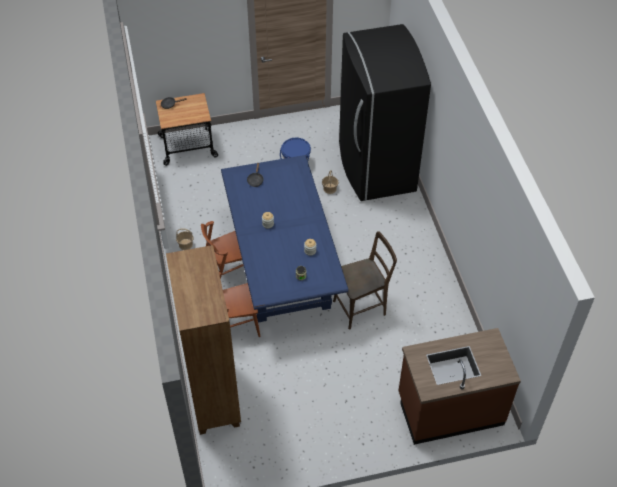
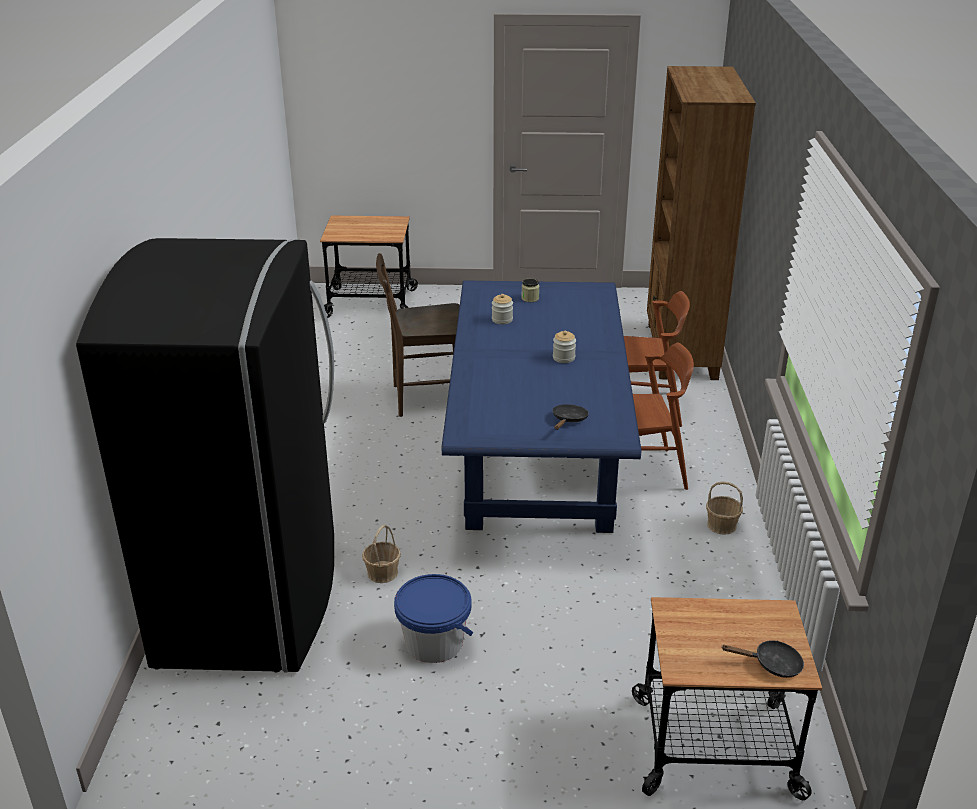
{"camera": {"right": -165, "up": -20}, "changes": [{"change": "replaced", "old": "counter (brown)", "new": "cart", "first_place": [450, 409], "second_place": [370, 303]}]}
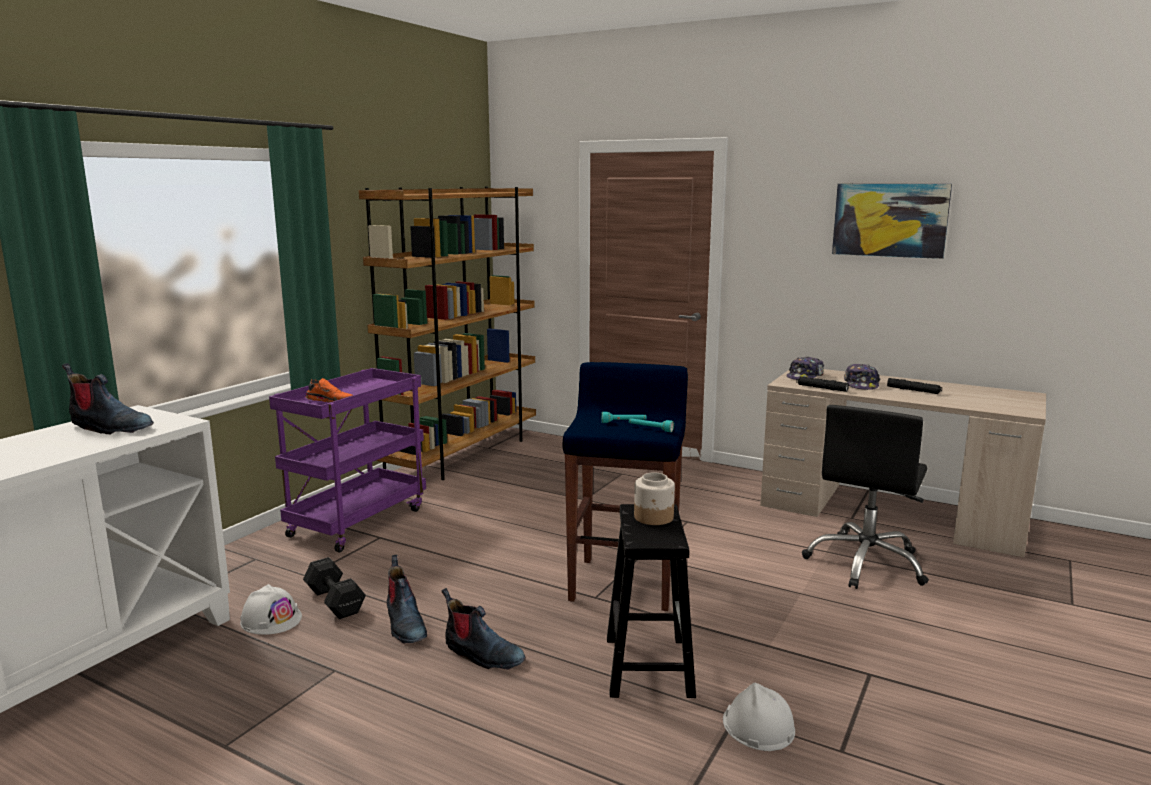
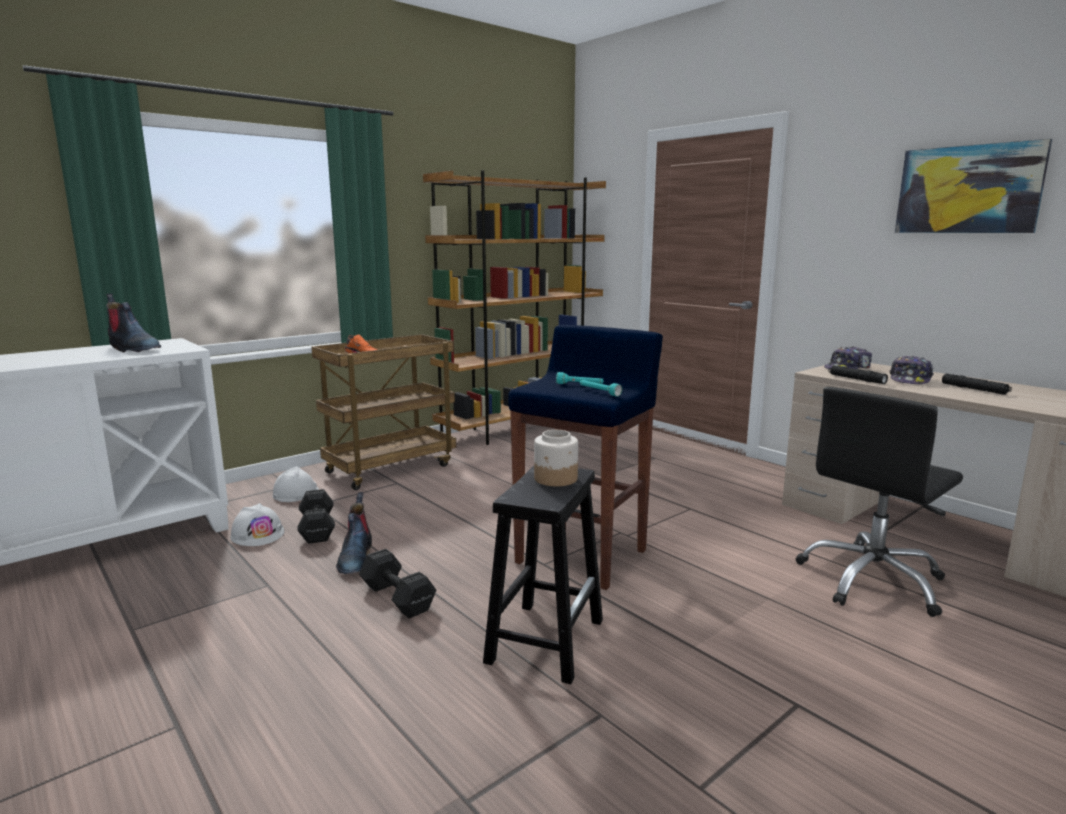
{"camera": {"right": 20, "up": 0}, "changes": [{"change": "recoloured", "old": "cart (purple)", "new": "cart (brown)", "first_place": [358, 521], "second_place": [391, 468]}, {"change": "replaced", "old": "boot", "new": "dumbbell (black)", "first_place": [482, 655], "second_place": [397, 597]}, {"change": "moved", "old": "hard hat (white)", "first_place": [758, 726], "second_place": [295, 493]}]}
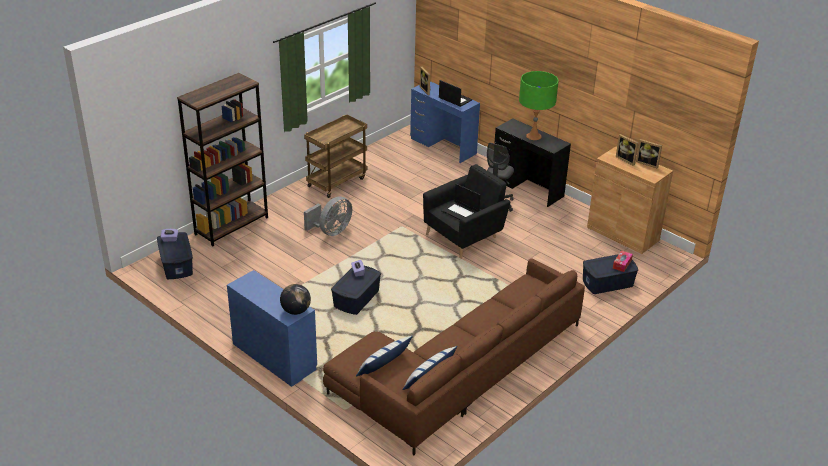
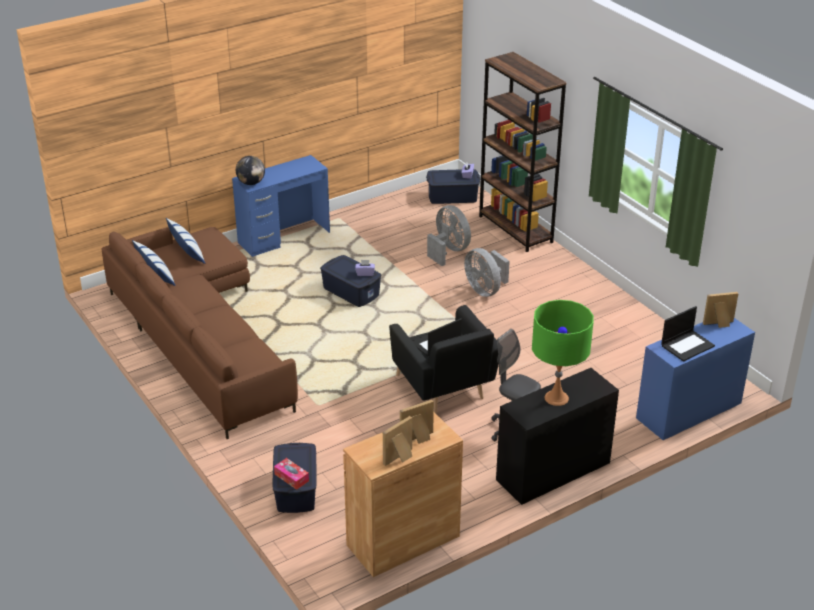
{"camera": {"right": 105, "up": 0}, "changes": [{"change": "removed", "old": "cart (brown)", "first_place": [337, 182]}, {"change": "added", "new": "fan (grey)", "second_place": [448, 251]}]}
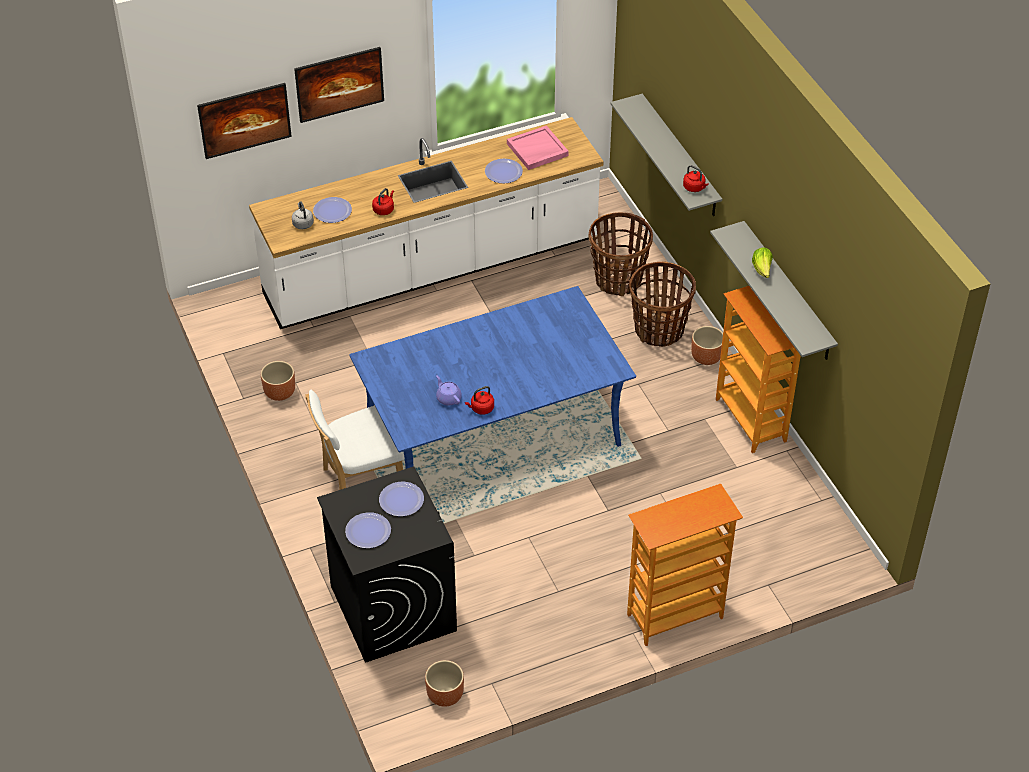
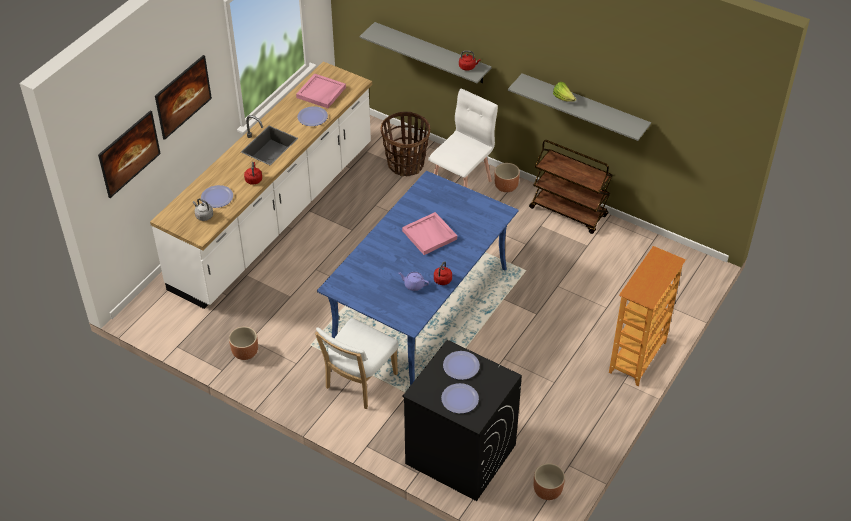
{"camera": {"right": -35, "up": 0}, "changes": [{"change": "replaced", "old": "basket", "new": "chair (white)", "first_place": [659, 330], "second_place": [461, 184]}, {"change": "replaced", "old": "bookcase", "new": "cart (brown)", "first_place": [751, 420], "second_place": [569, 212]}, {"change": "added", "new": "tray (pink)", "second_place": [430, 235]}]}
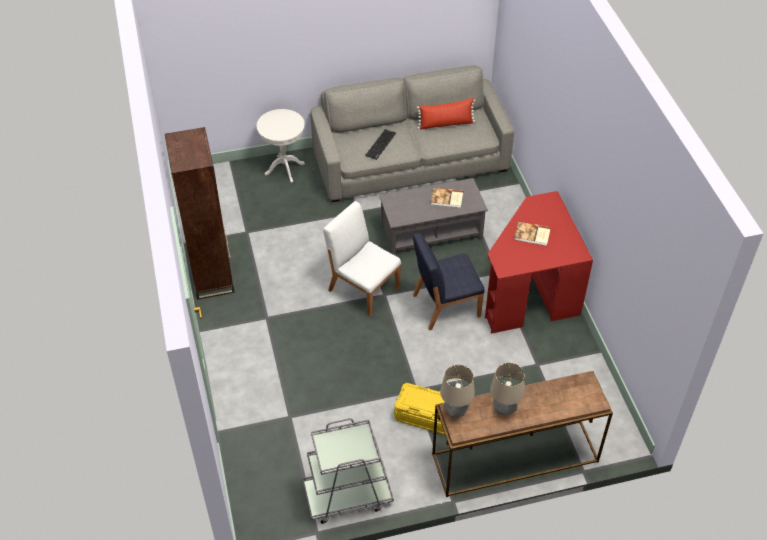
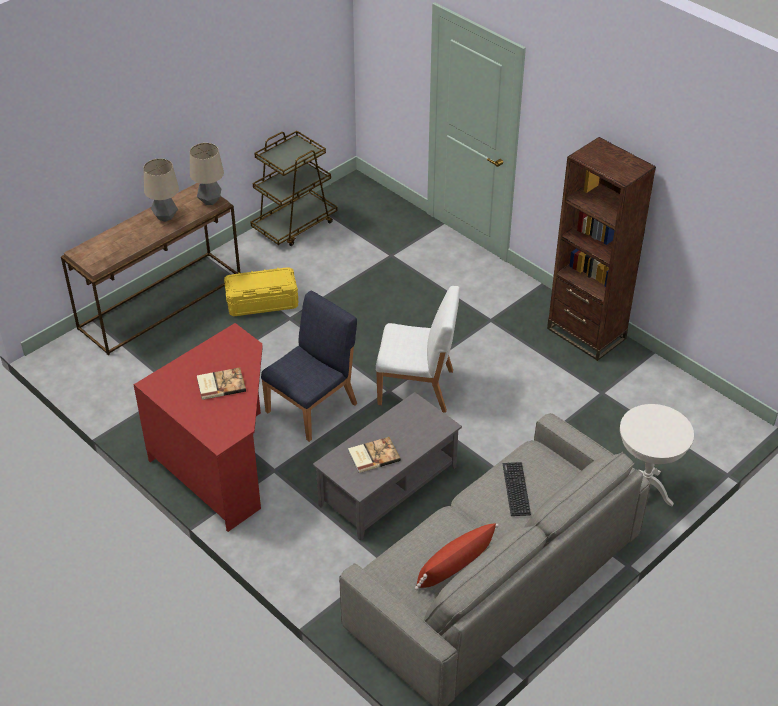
{"camera": {"right": 150, "up": -5}, "changes": [{"change": "recoloured", "old": "cart (grey)", "new": "cart (brown)", "first_place": [347, 496], "second_place": [295, 225]}]}
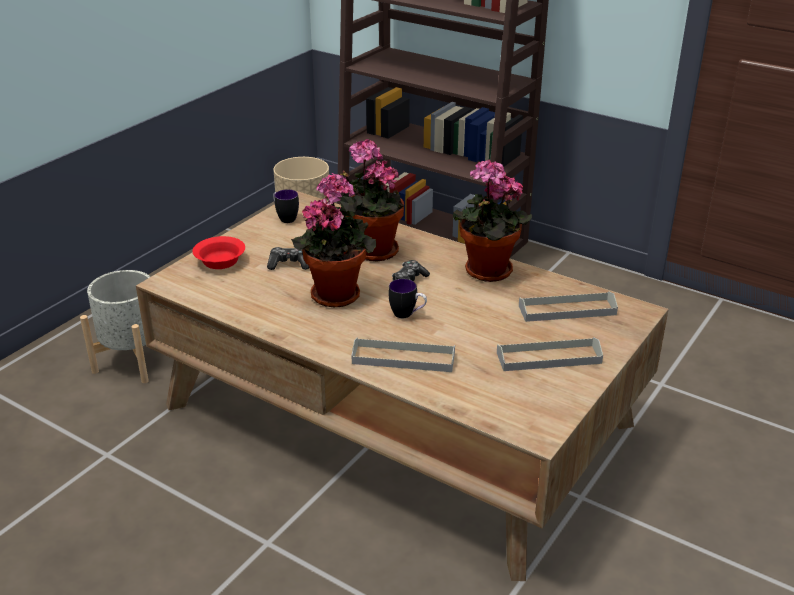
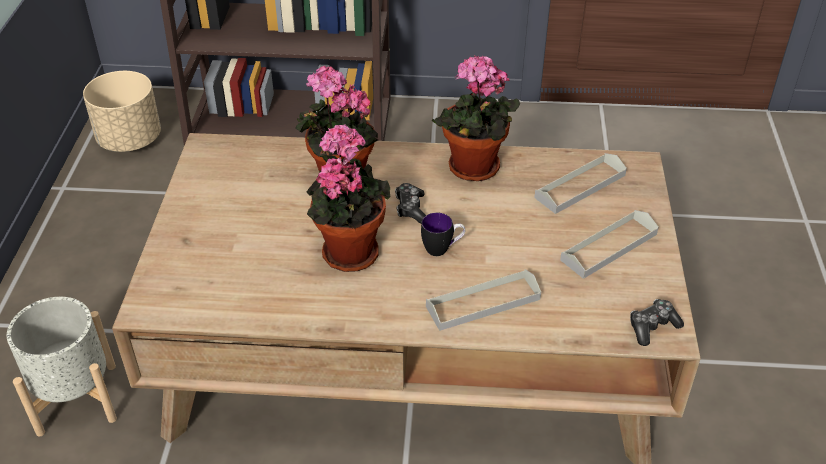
{"camera": {"right": -30, "up": 10}, "changes": [{"change": "removed", "old": "mug", "first_place": [285, 218]}, {"change": "removed", "old": "bowl (red)", "first_place": [219, 261]}, {"change": "moved", "old": "game controller", "first_place": [289, 264], "second_place": [652, 327]}]}
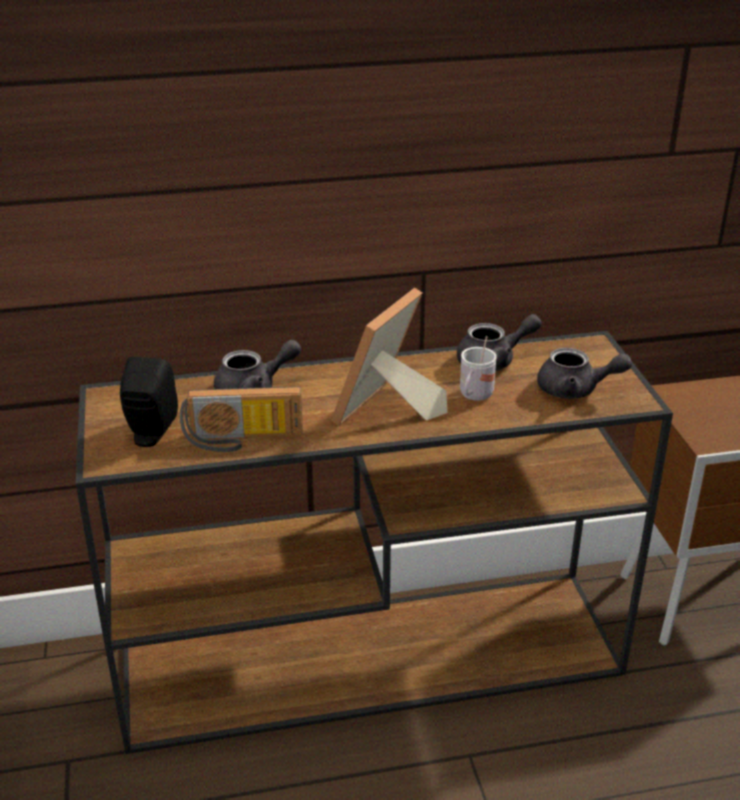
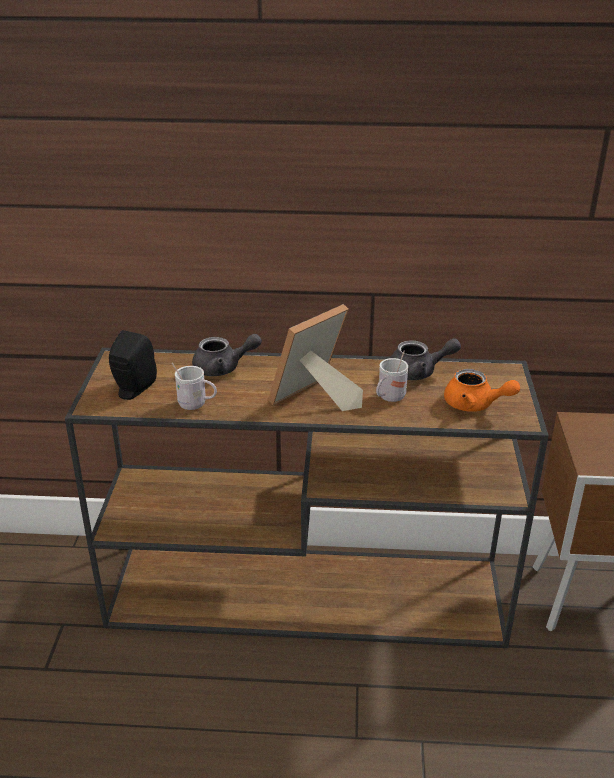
{"camera": {"right": 15, "up": 0}, "changes": [{"change": "recoloured", "old": "teapot (grey)", "new": "teapot (orange)", "first_place": [575, 390], "second_place": [474, 405]}, {"change": "replaced", "old": "radio", "new": "mug (white)", "first_place": [242, 440], "second_place": [196, 405]}]}
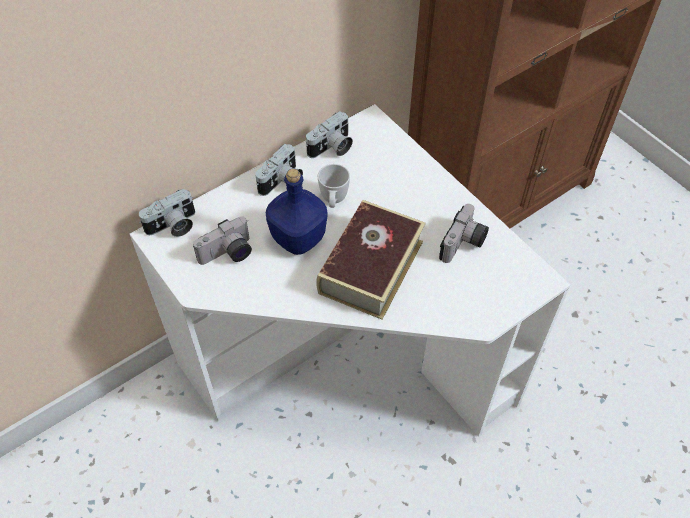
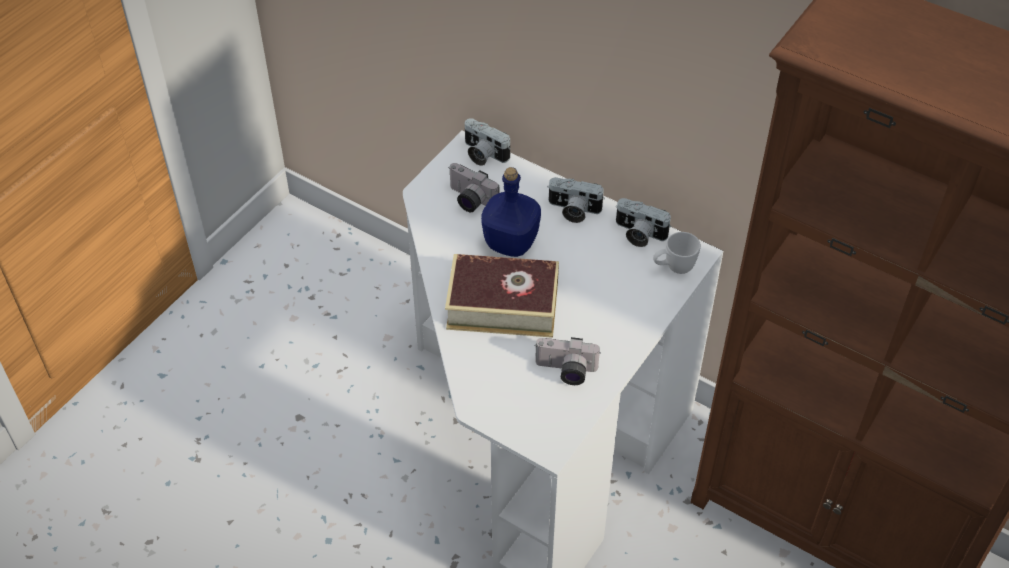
{"camera": {"right": 70, "up": -5}, "changes": [{"change": "moved", "old": "mug (white)", "first_place": [333, 201], "second_place": [673, 268]}]}
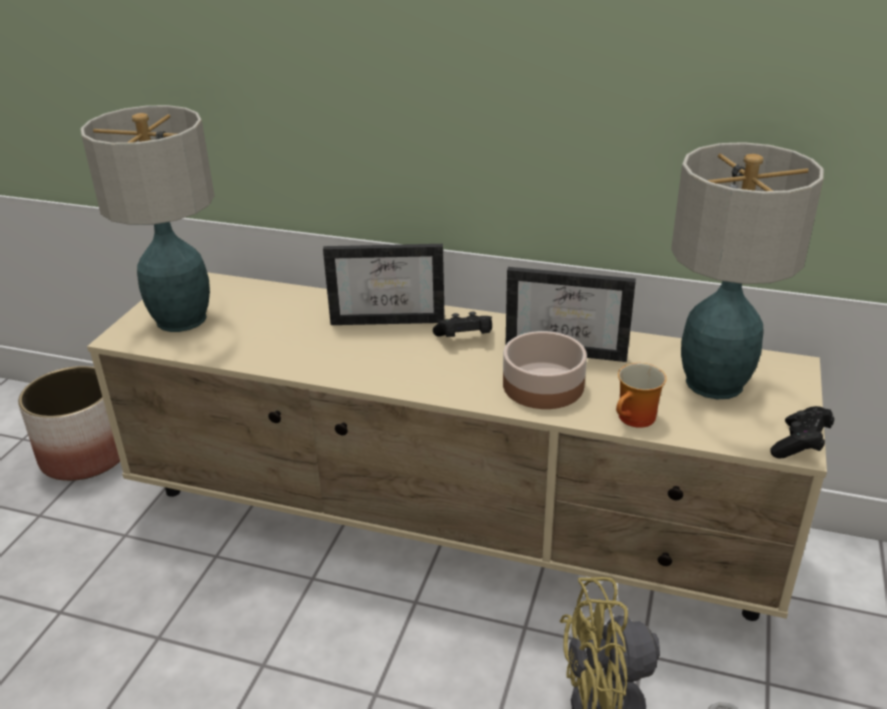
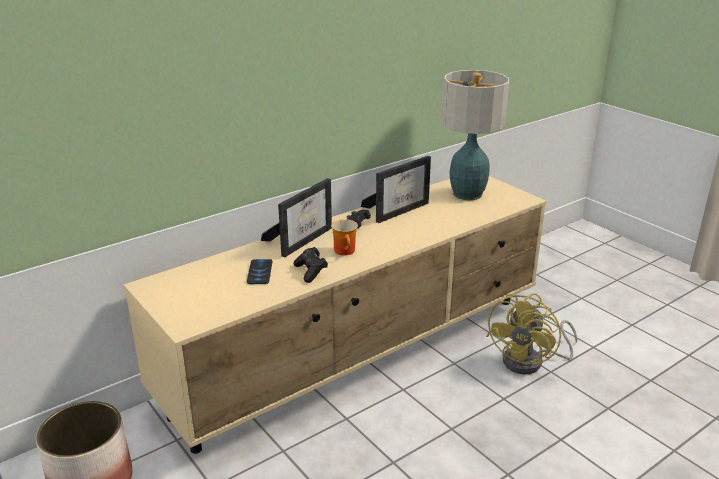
{"camera": {"right": -55, "up": -5}, "changes": [{"change": "removed", "old": "table lamp", "first_place": [183, 319]}, {"change": "removed", "old": "bowl", "first_place": [544, 385]}, {"change": "moved", "old": "mug", "first_place": [637, 420], "second_place": [346, 251]}, {"change": "moved", "old": "game controller (black)", "first_place": [800, 445], "second_place": [311, 272]}, {"change": "added", "new": "phone", "second_place": [259, 272]}]}
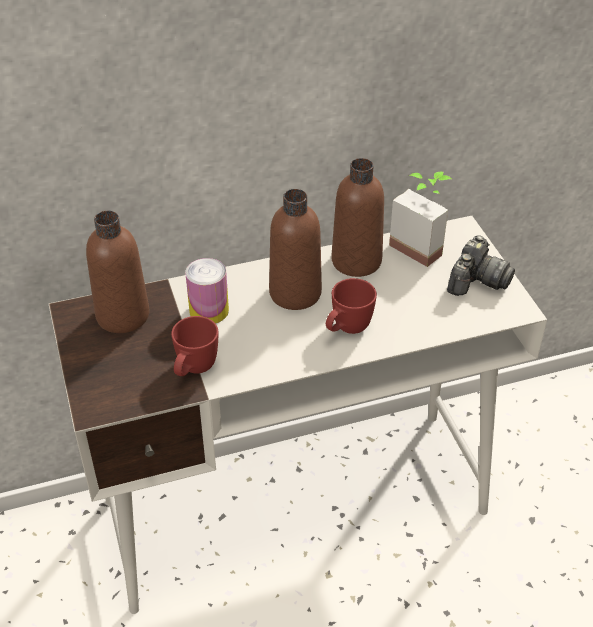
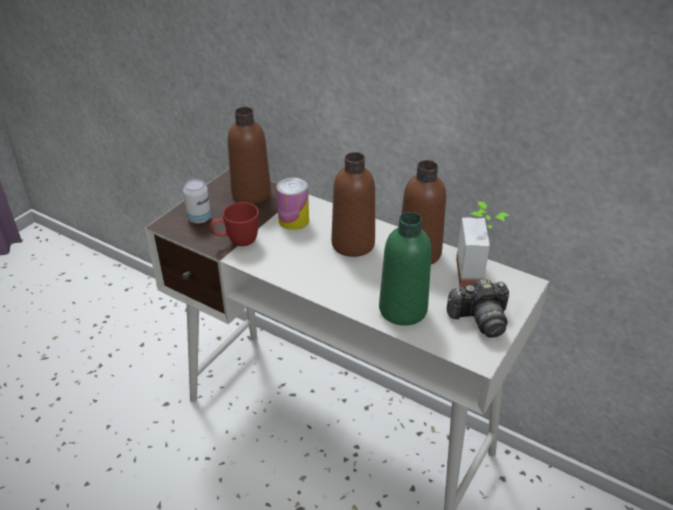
{"camera": {"right": 50, "up": -5}, "changes": [{"change": "removed", "old": "mug (red)", "first_place": [347, 330]}, {"change": "added", "new": "can", "second_place": [199, 218]}, {"change": "added", "new": "bottle (green)", "second_place": [403, 309]}]}
